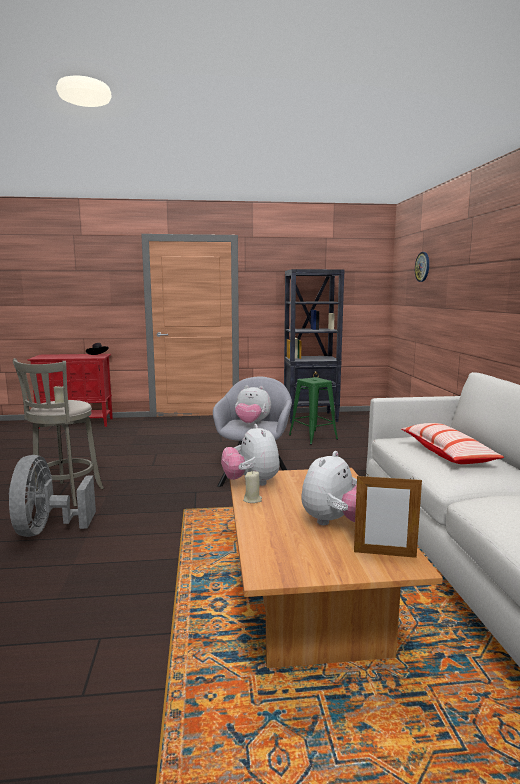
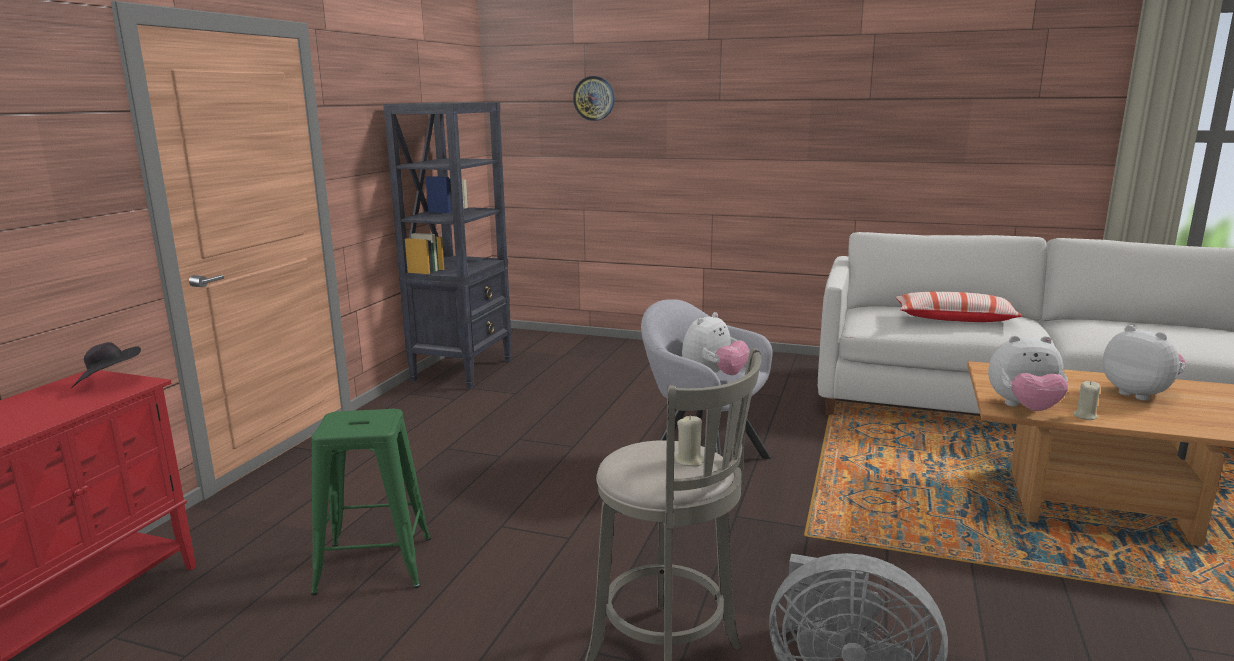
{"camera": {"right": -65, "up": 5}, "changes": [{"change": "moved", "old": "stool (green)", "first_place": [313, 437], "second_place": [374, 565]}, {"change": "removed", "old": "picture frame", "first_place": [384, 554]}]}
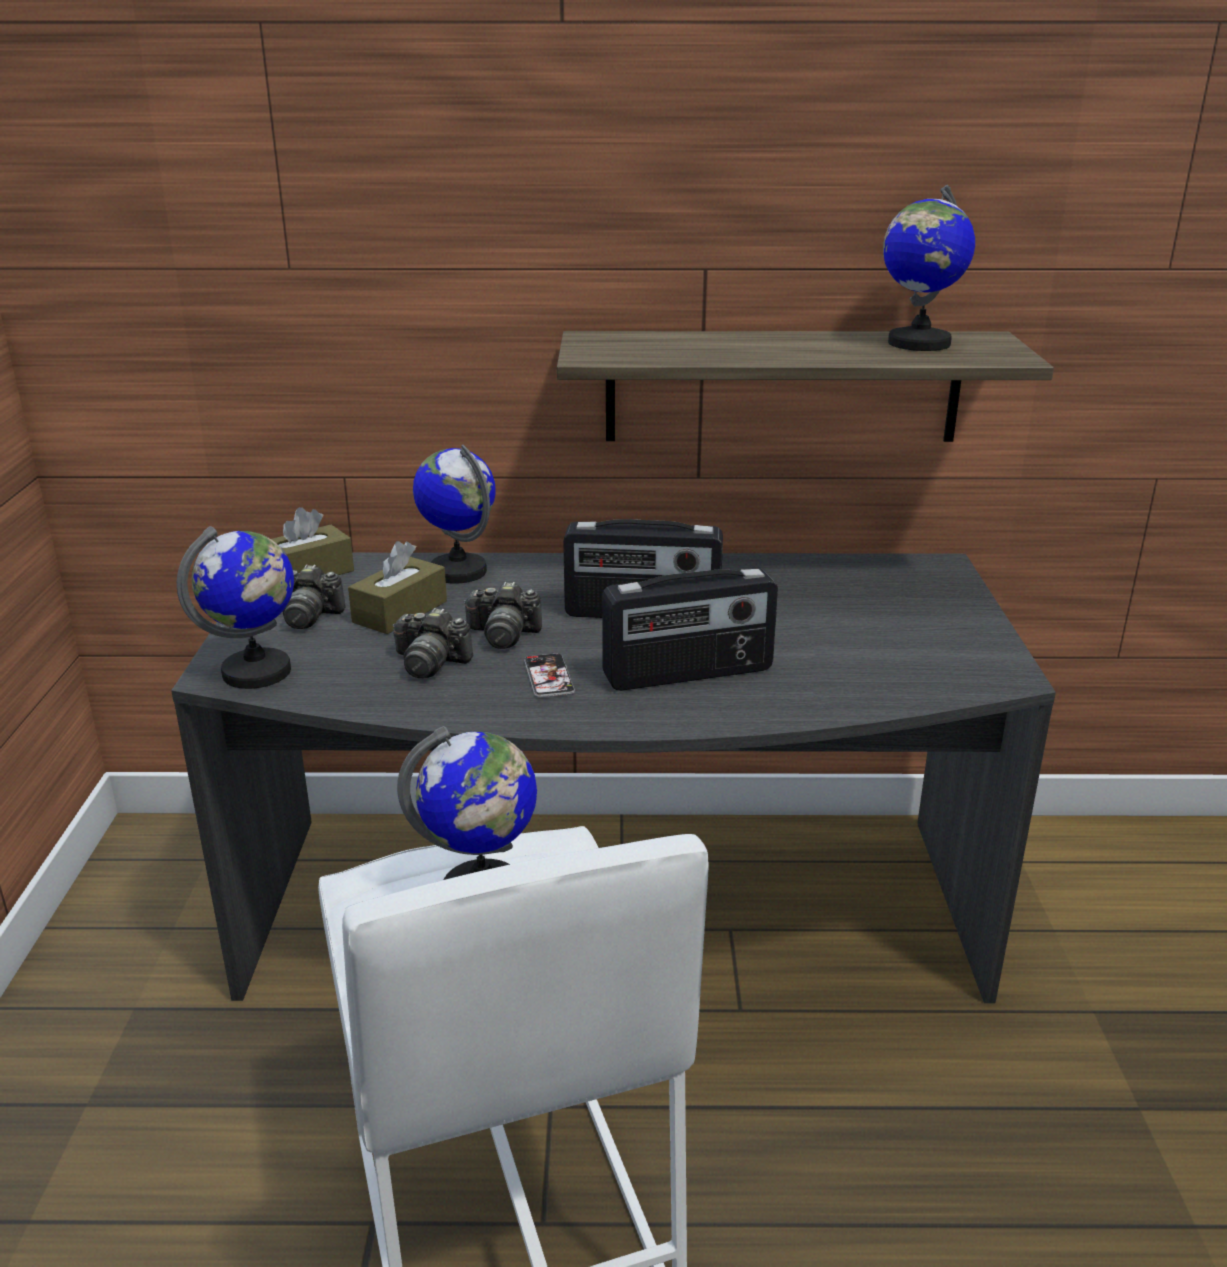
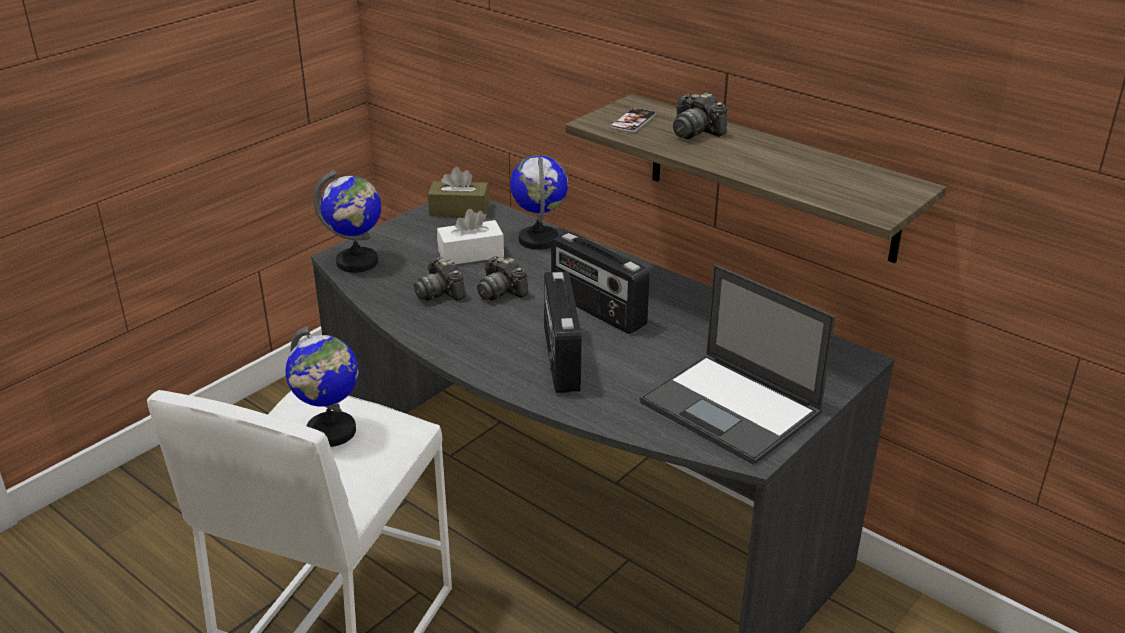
{"camera": {"right": 40, "up": 5}, "changes": [{"change": "removed", "old": "globe", "first_place": [918, 343]}, {"change": "recoloured", "old": "tissue box (brown)", "new": "tissue box (white)", "first_place": [400, 612], "second_place": [471, 254]}, {"change": "moved", "old": "photo camera", "first_place": [306, 616], "second_place": [695, 131]}, {"change": "turned", "old": "radio", "first_place": [688, 674], "second_place": [560, 360], "degrees": 60}, {"change": "moved", "old": "phone", "first_place": [549, 677], "second_place": [633, 121]}, {"change": "added", "new": "laptop", "second_place": [732, 408]}]}
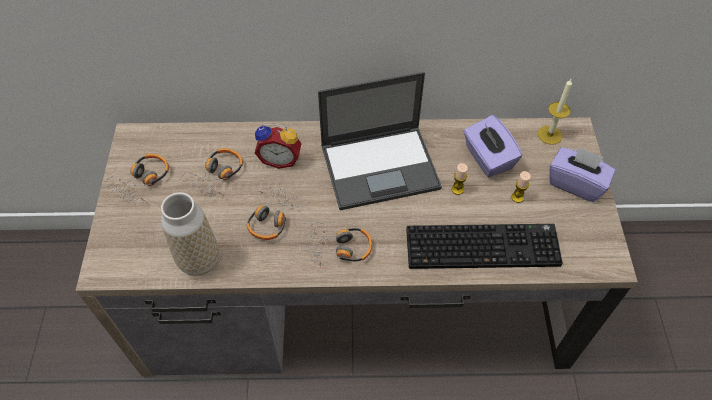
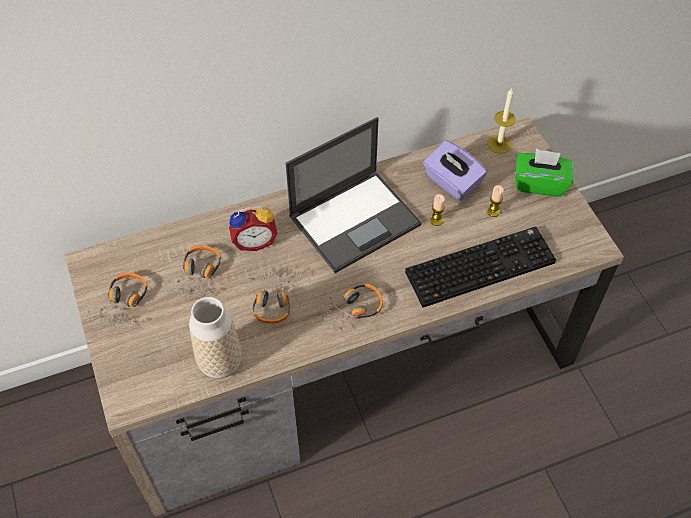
{"camera": {"right": -20, "up": 0}, "changes": [{"change": "recoloured", "old": "tissue box (purple)", "new": "tissue box (green)", "first_place": [575, 183], "second_place": [539, 183]}]}
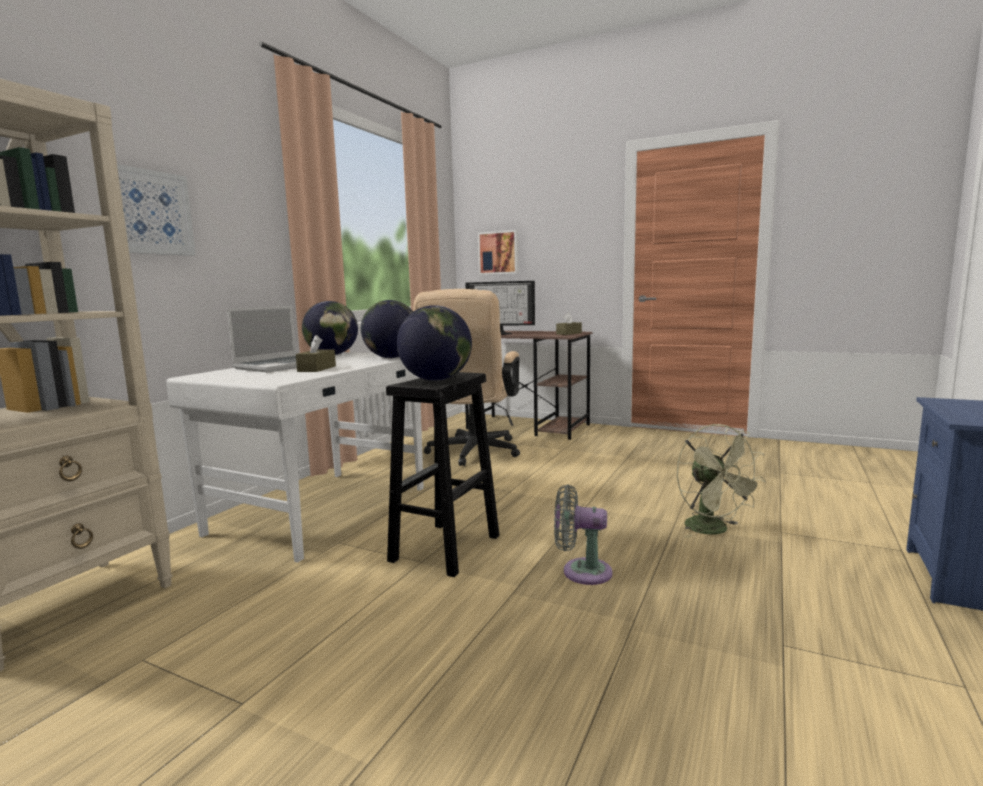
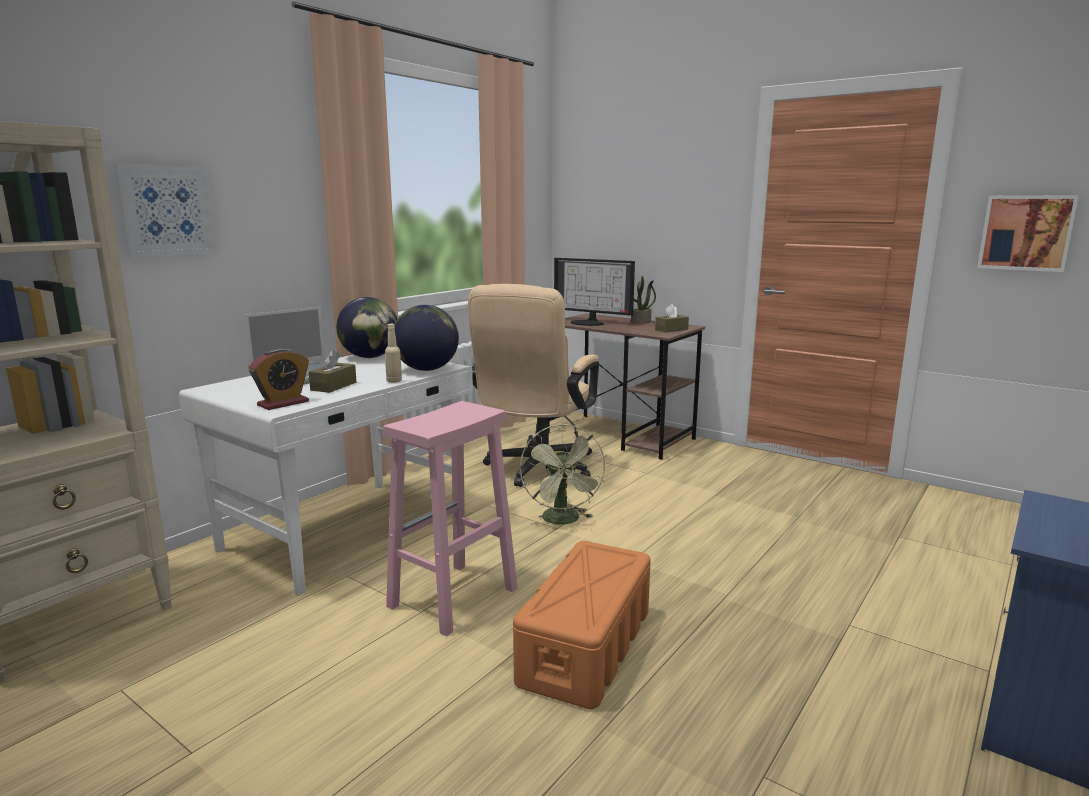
{"camera": {"right": 10, "up": 5}, "changes": [{"change": "moved", "old": "picture", "first_place": [499, 253], "second_place": [1026, 233]}, {"change": "removed", "old": "globe", "first_place": [436, 380]}, {"change": "recoloured", "old": "stool (black)", "new": "stool (pink)", "first_place": [445, 549], "second_place": [452, 598]}, {"change": "moved", "old": "fan (green)", "first_place": [714, 530], "second_place": [563, 521]}, {"change": "replaced", "old": "fan (grey)", "new": "storage box (orange)", "first_place": [581, 571], "second_place": [585, 648]}, {"change": "added", "new": "potted plant", "second_place": [641, 322]}, {"change": "added", "new": "bottle (beige)", "second_place": [394, 381]}, {"change": "added", "new": "alarm clock", "second_place": [283, 403]}]}
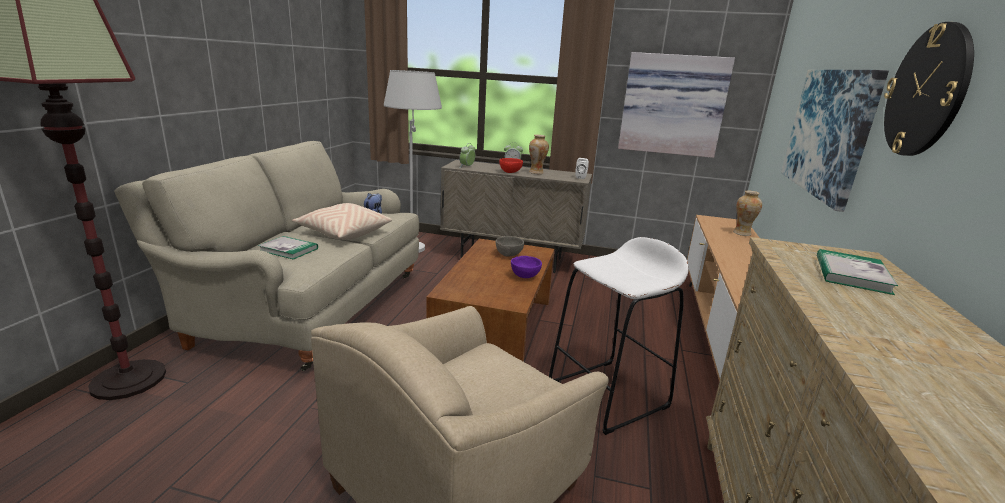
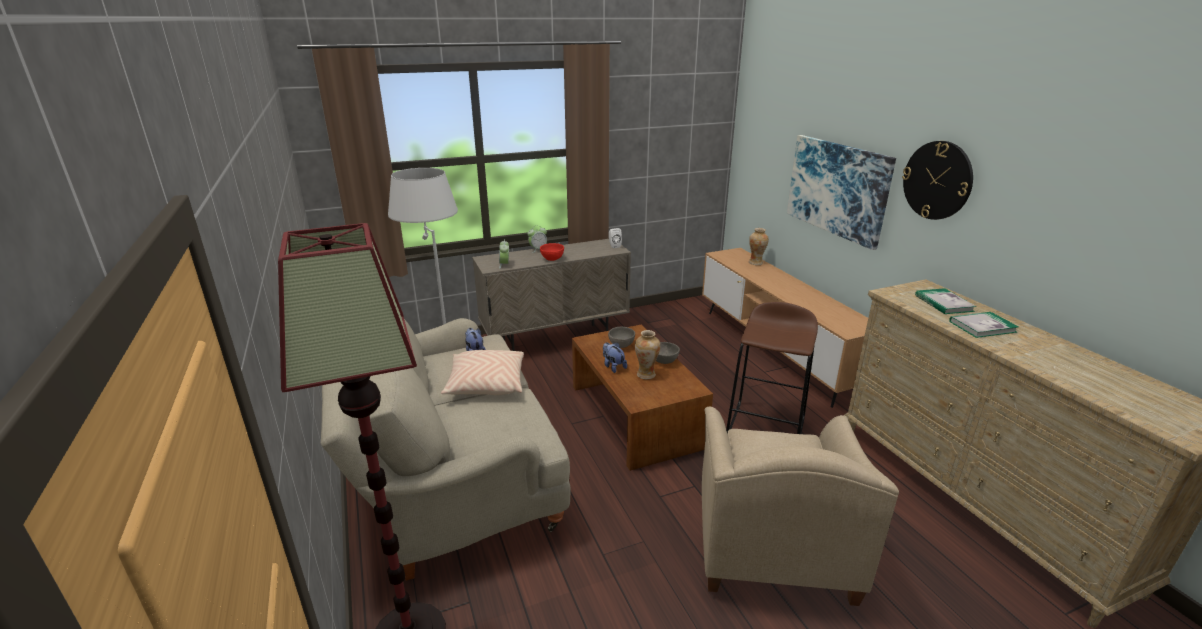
{"camera": {"right": -35, "up": 5}, "changes": [{"change": "removed", "old": "picture", "first_place": [672, 105]}, {"change": "moved", "old": "vase", "first_place": [536, 172], "second_place": [646, 374]}, {"change": "moved", "old": "book", "first_place": [288, 249], "second_place": [982, 326]}, {"change": "recoloured", "old": "stool (white)", "new": "stool (brown)", "first_place": [608, 394], "second_place": [766, 428]}, {"change": "recoloured", "old": "bowl (purple)", "new": "bowl (grey)", "first_place": [525, 276], "second_place": [664, 361]}, {"change": "added", "new": "plush toy", "second_place": [613, 366]}]}
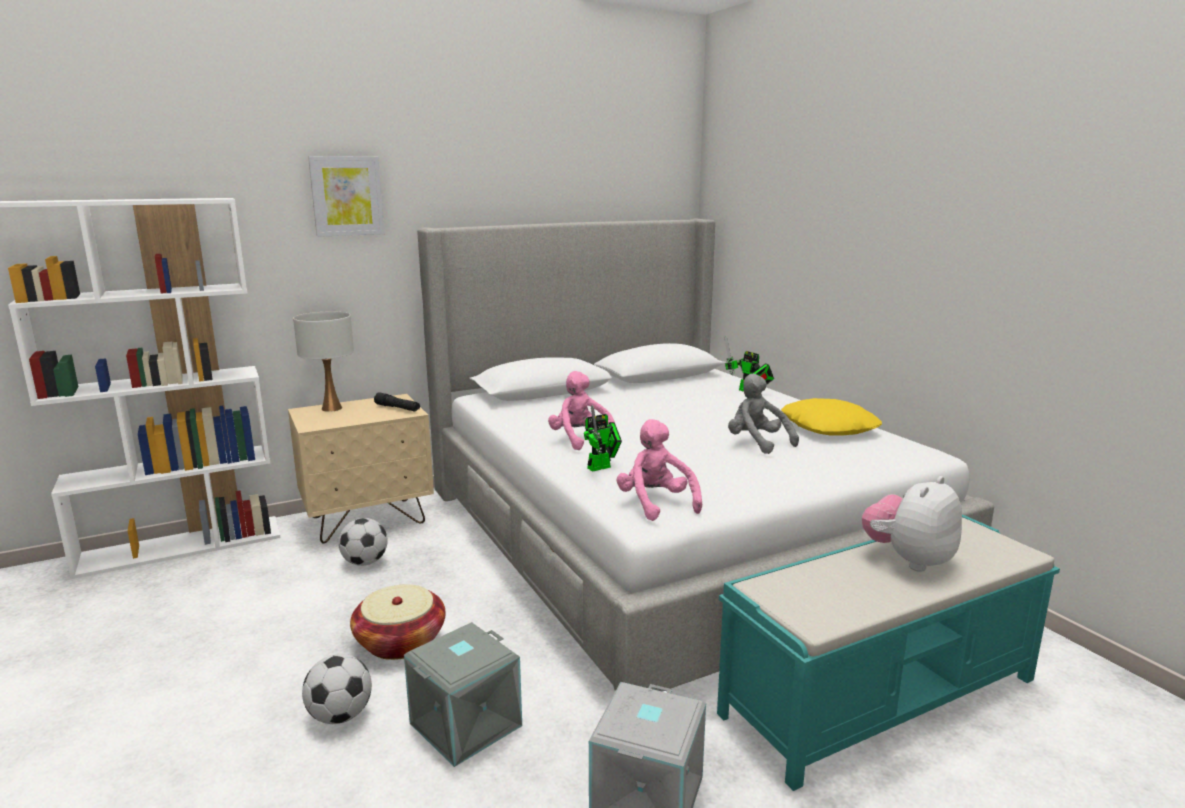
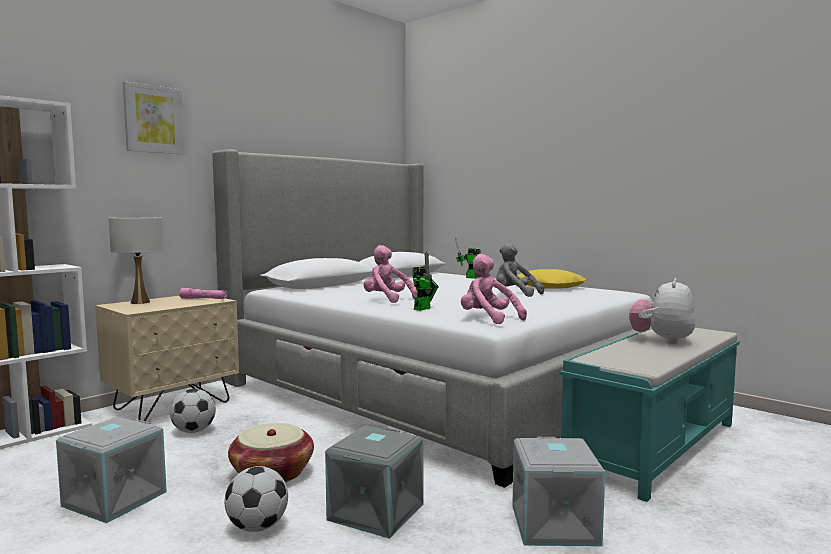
{"camera": {"right": -20, "up": -10}, "changes": [{"change": "recoloured", "old": "flashlight (black)", "new": "flashlight (pink)", "first_place": [397, 408], "second_place": [203, 299]}, {"change": "added", "new": "storage box (grey)", "second_place": [114, 498]}]}
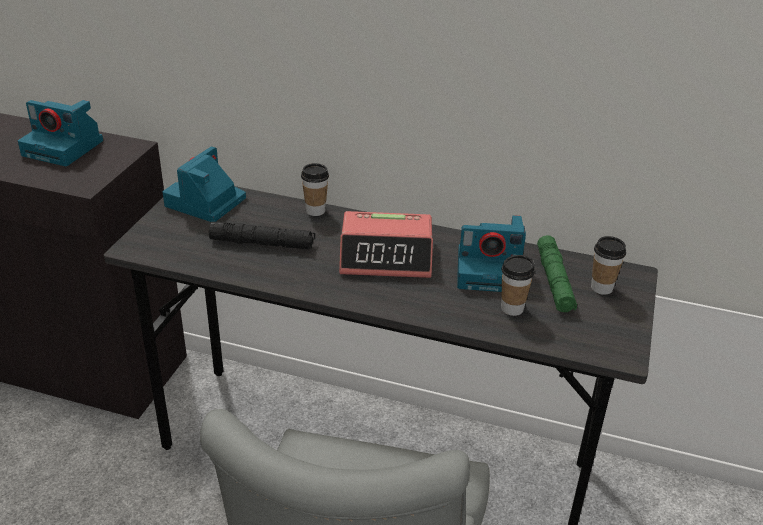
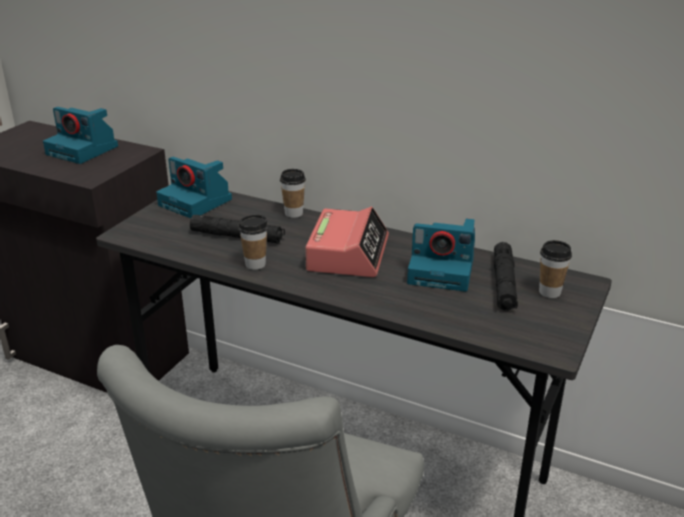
{"camera": {"right": 10, "up": -5}, "changes": [{"change": "turned", "old": "photo camera", "first_place": [205, 203], "second_place": [197, 202], "degrees": -90}, {"change": "turned", "old": "alarm clock", "first_place": [386, 256], "second_place": [348, 253], "degrees": -90}, {"change": "recoloured", "old": "flashlight (green)", "new": "flashlight (black)", "first_place": [554, 281], "second_place": [503, 284]}, {"change": "moved", "old": "cup", "first_place": [512, 308], "second_place": [255, 264]}]}
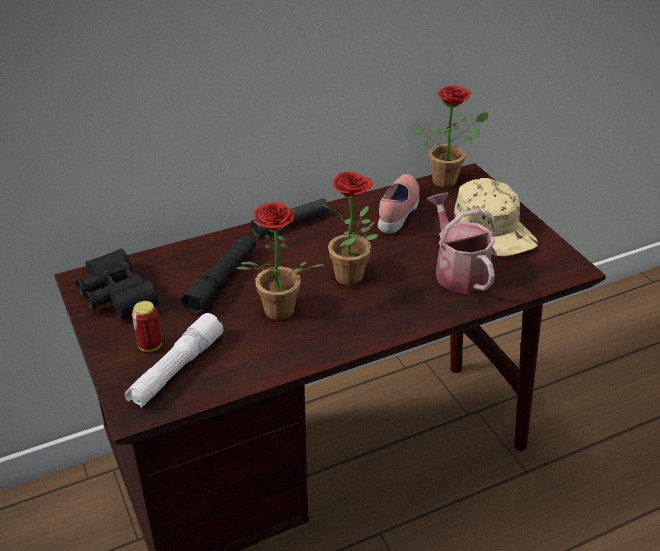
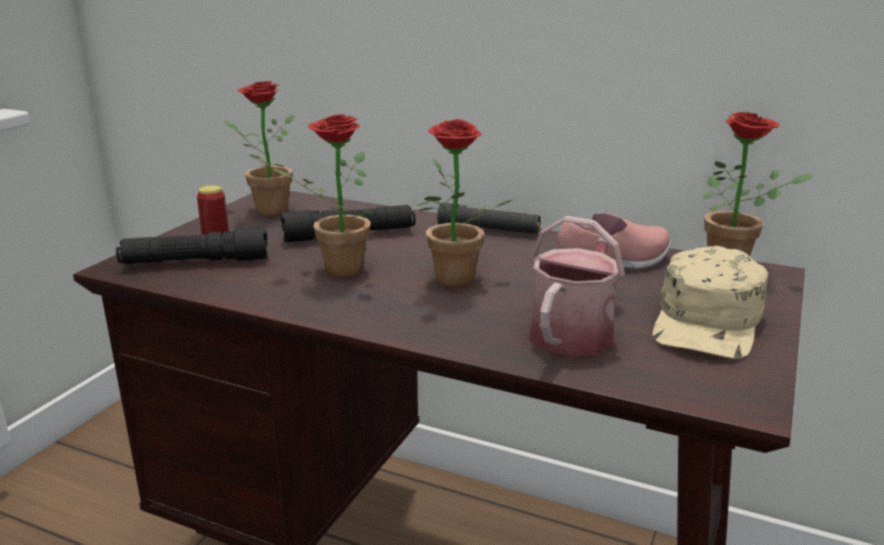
{"camera": {"right": 50, "up": -15}, "changes": [{"change": "replaced", "old": "binoculars (black)", "new": "potted plant", "first_place": [114, 296], "second_place": [265, 210]}, {"change": "recoloured", "old": "flashlight (white)", "new": "flashlight (black)", "first_place": [176, 370], "second_place": [195, 262]}]}
